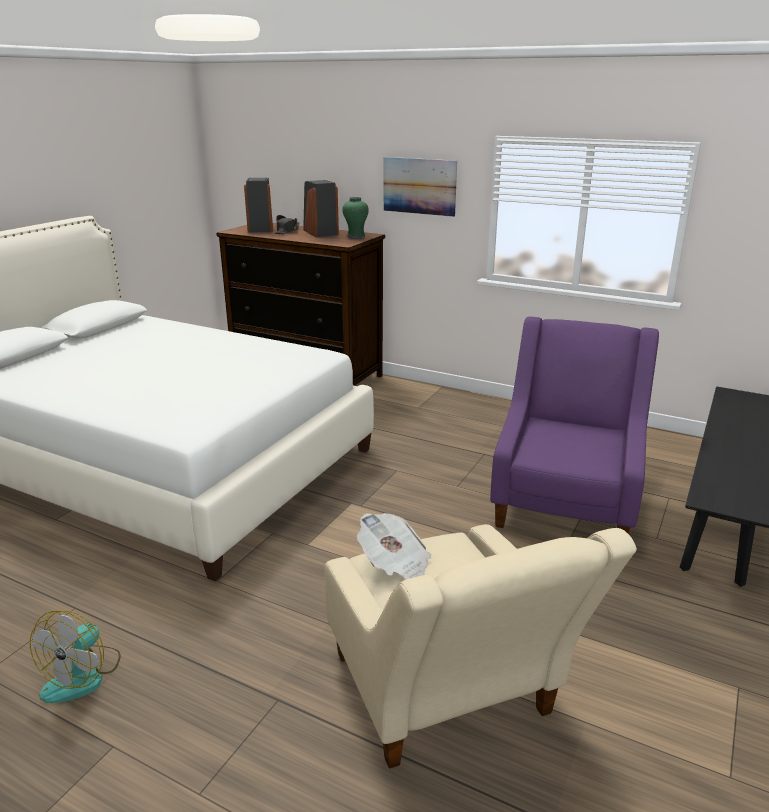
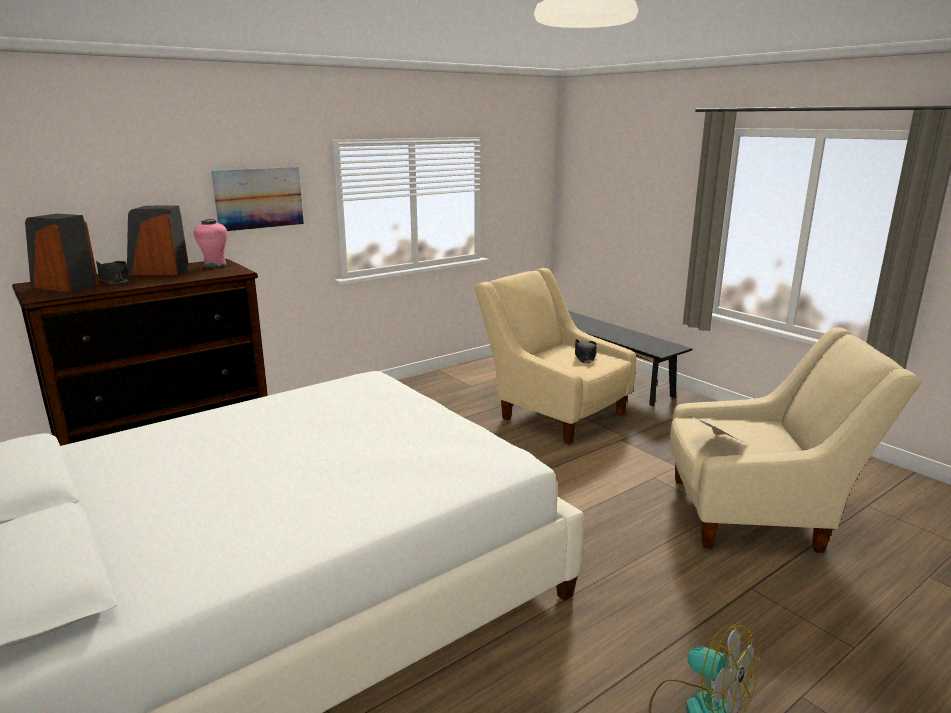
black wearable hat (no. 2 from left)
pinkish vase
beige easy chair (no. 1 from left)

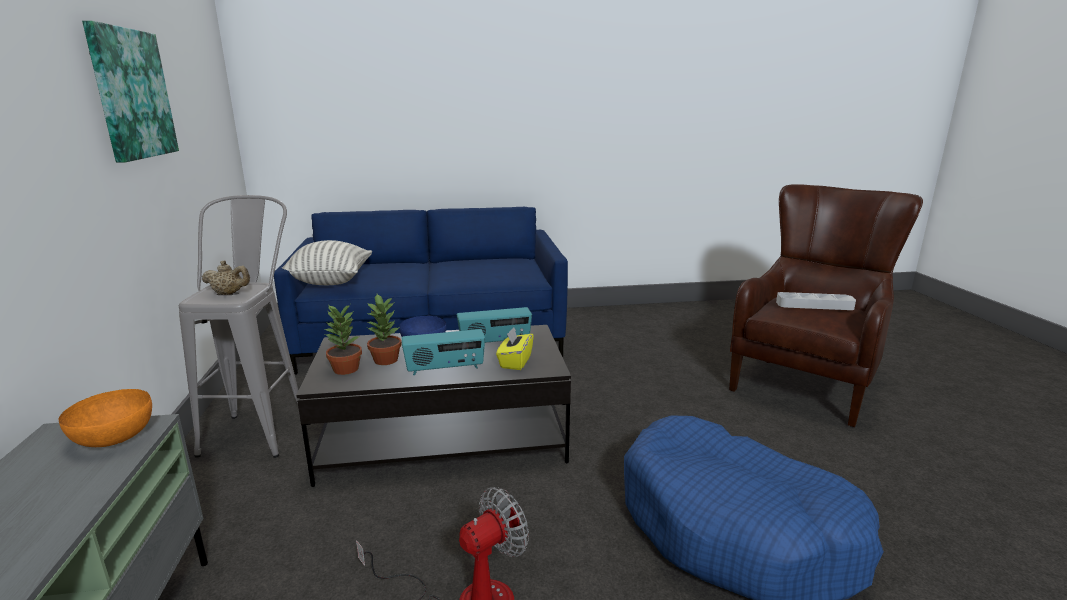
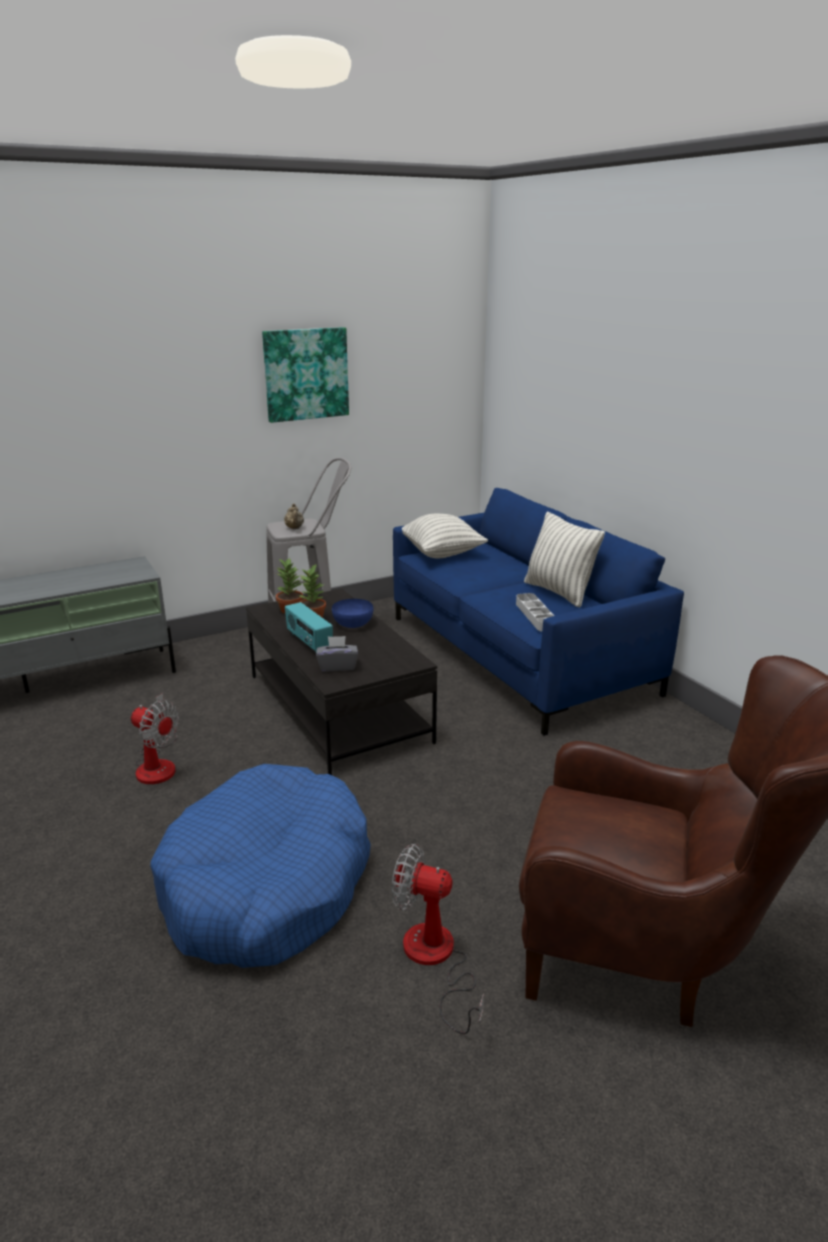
orange bowl
radio receiver (no. 2 from left in the first image)
cooling fan (no. 2 from left)
pillow (no. 2 from left)
greyish tray
greyish tissue holder

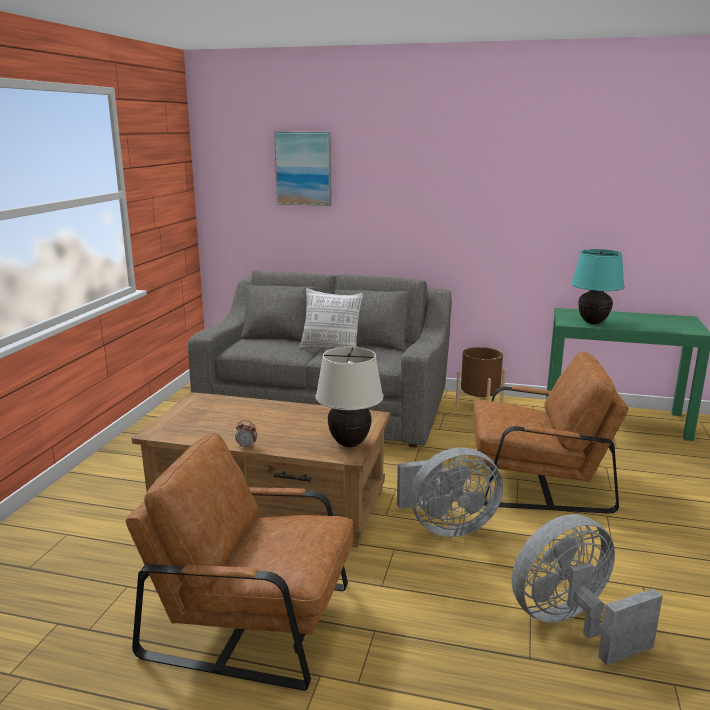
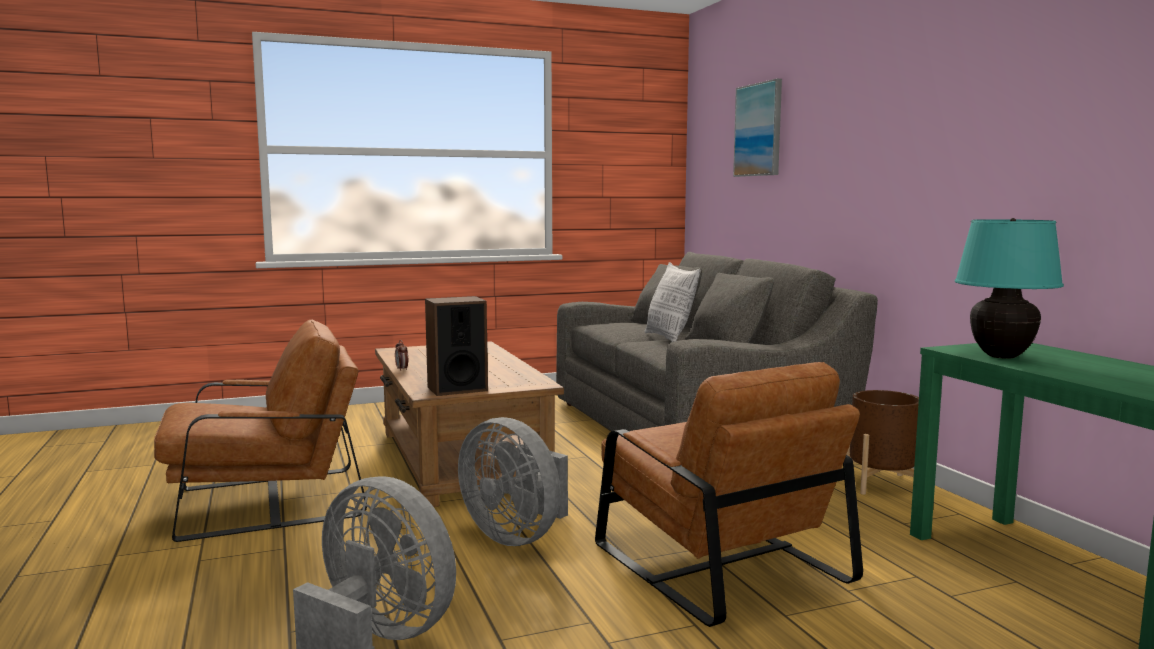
loudspeaker
brown-coloured easy chair (no. 1 from left)

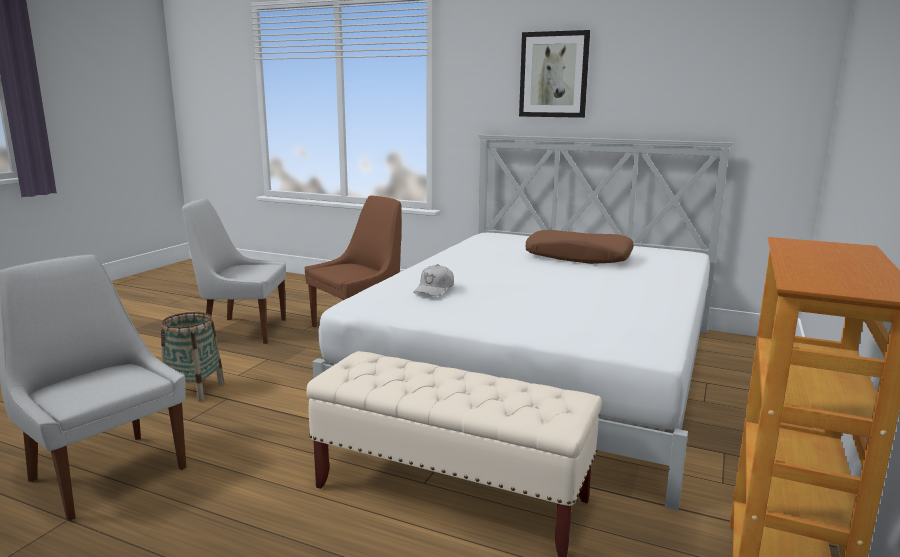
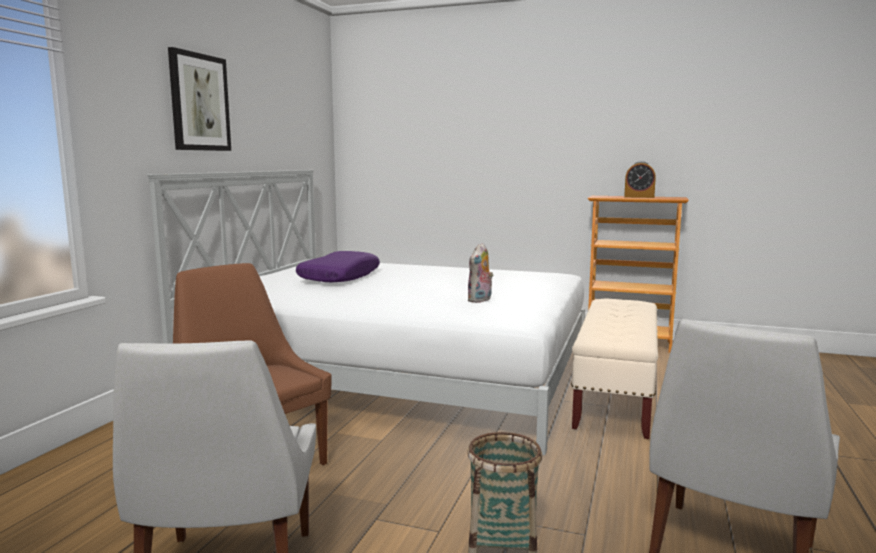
table clock
soft toy
purple-coloured pillow

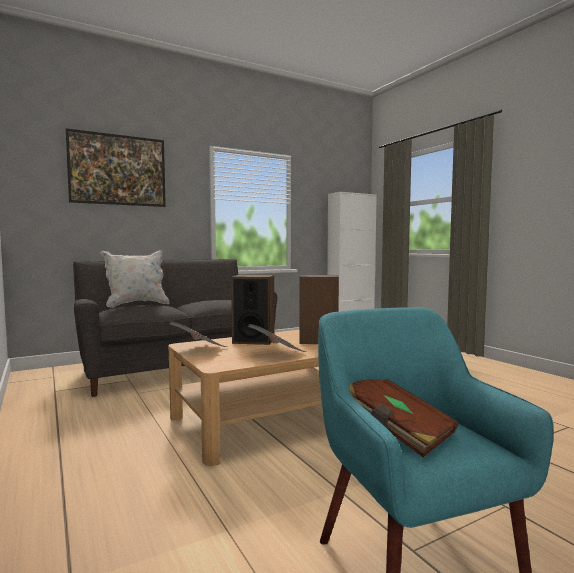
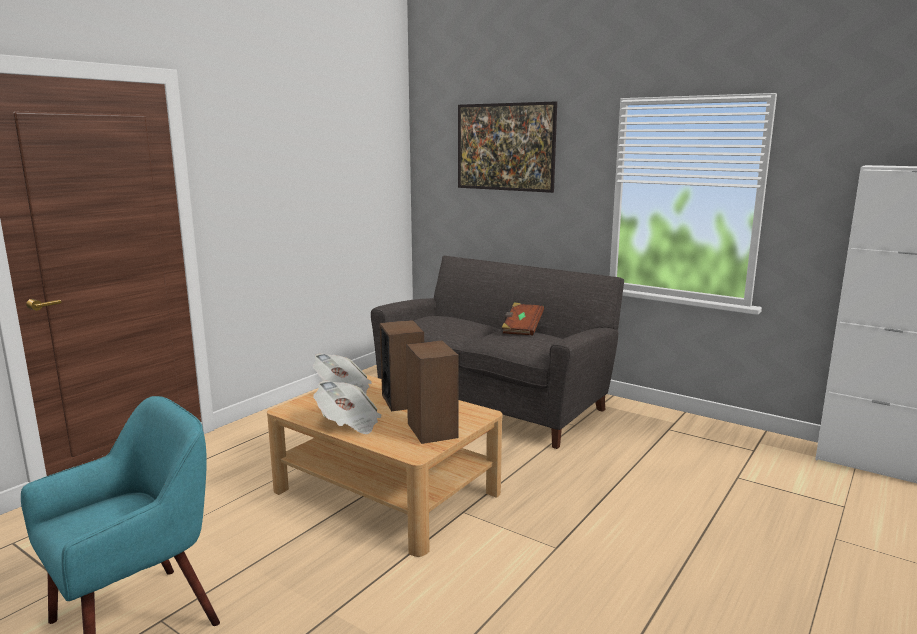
white-coloured pillow
brown-coloured bound book

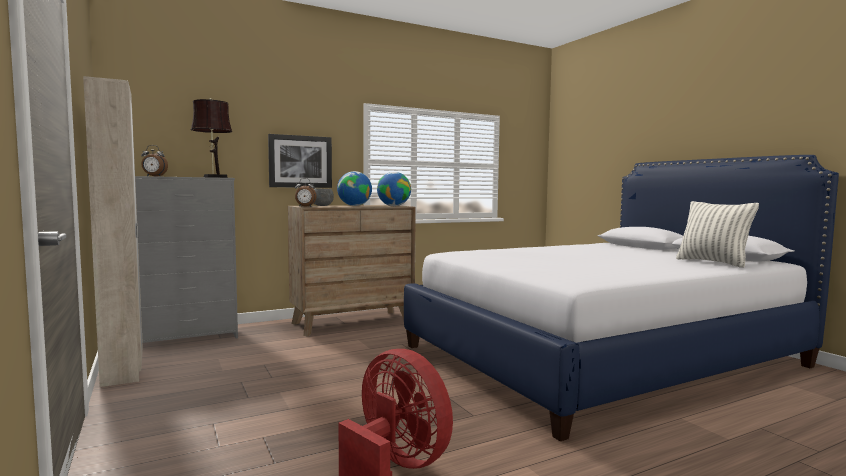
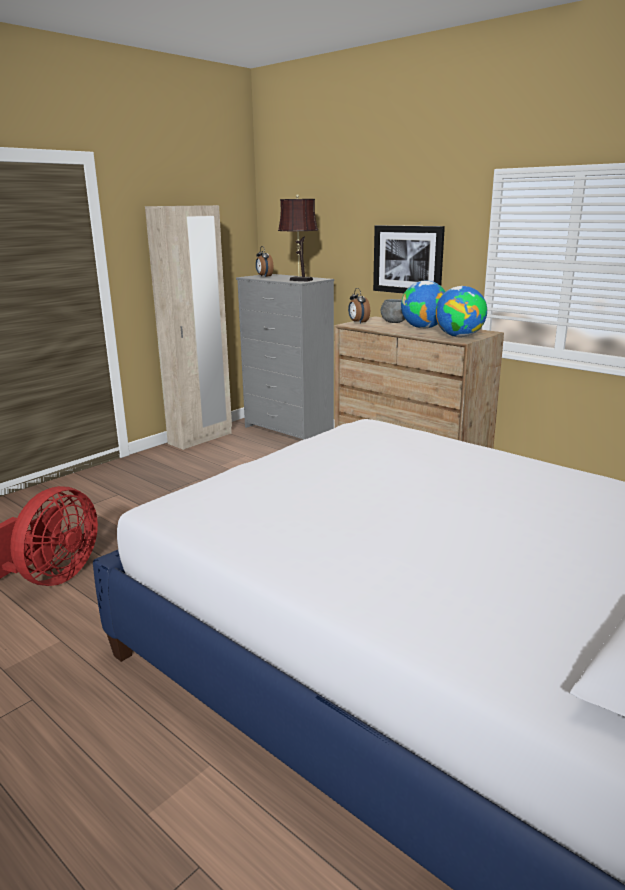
pillow

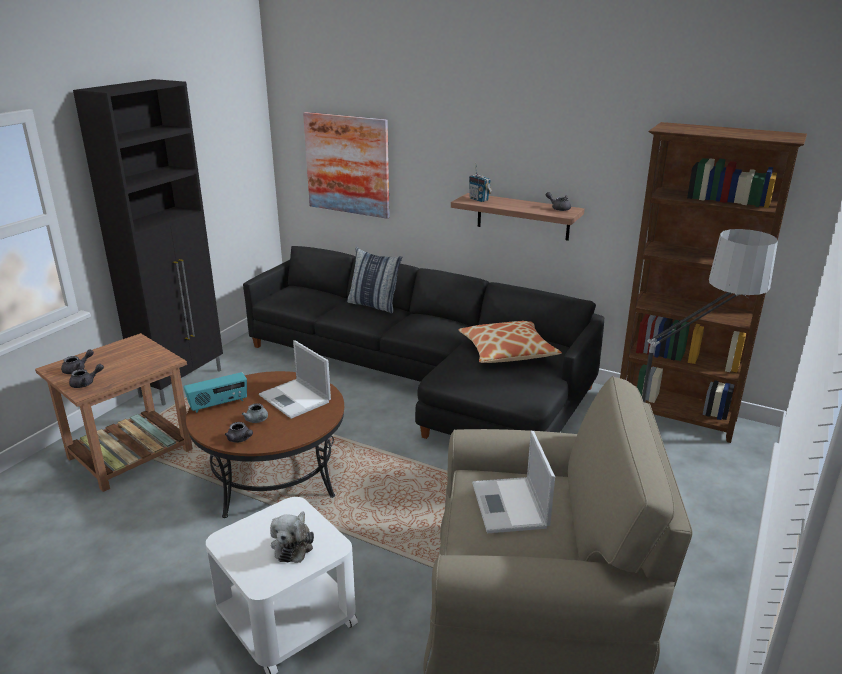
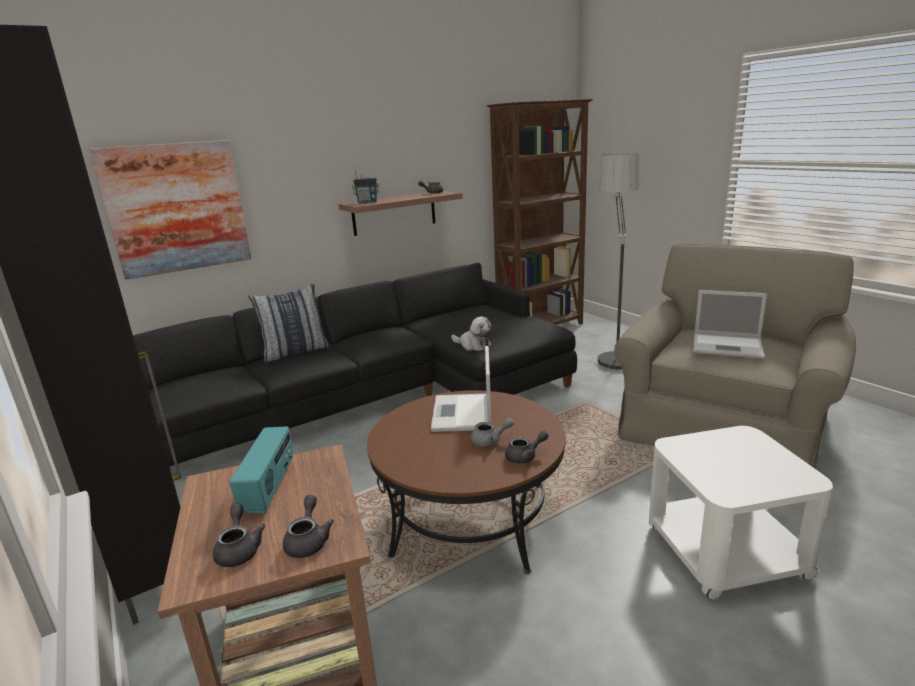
pillow (no. 2 from left in the first image)
radio receiver (no. 1 from left)
soft toy
notebook computer (no. 1 from left)

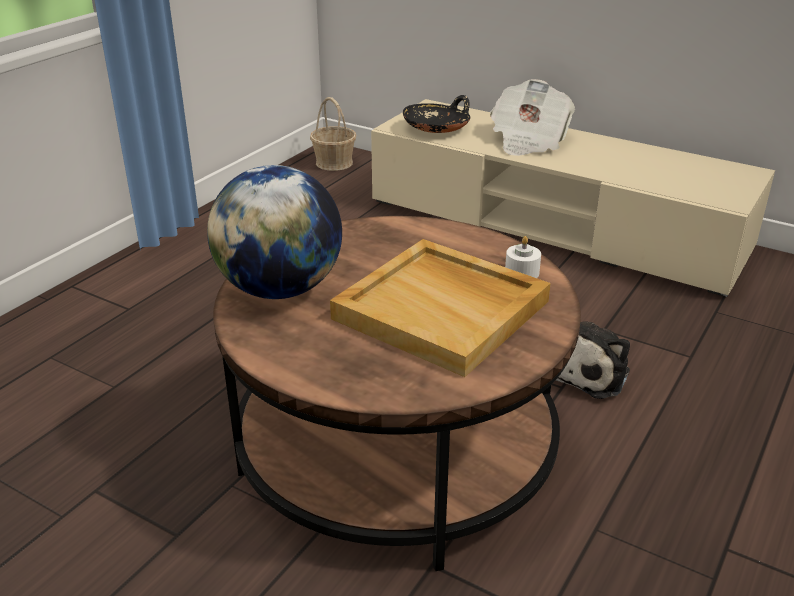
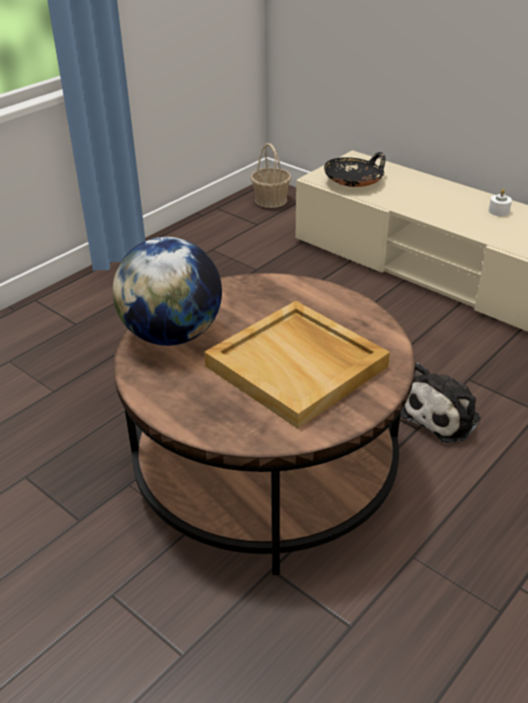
newspaper
white-coloured candle

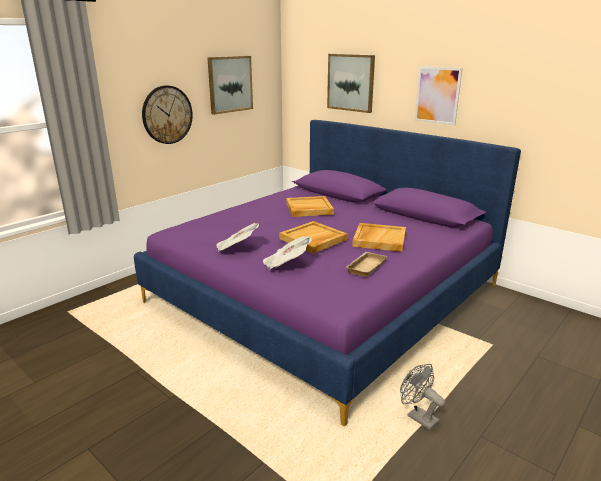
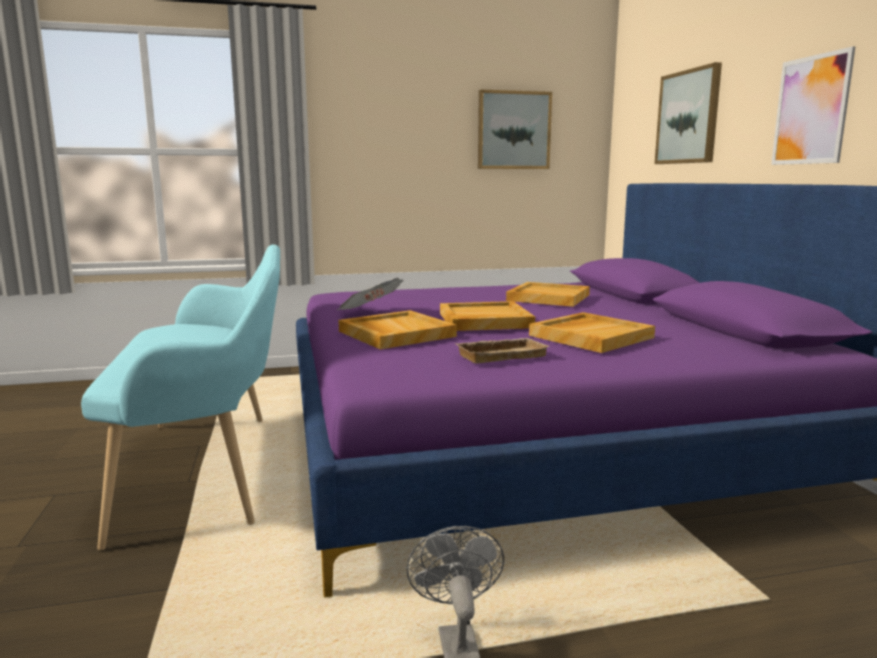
wall clock
turquoise-coloured indoor bench
beige tray (no. 1 from left)

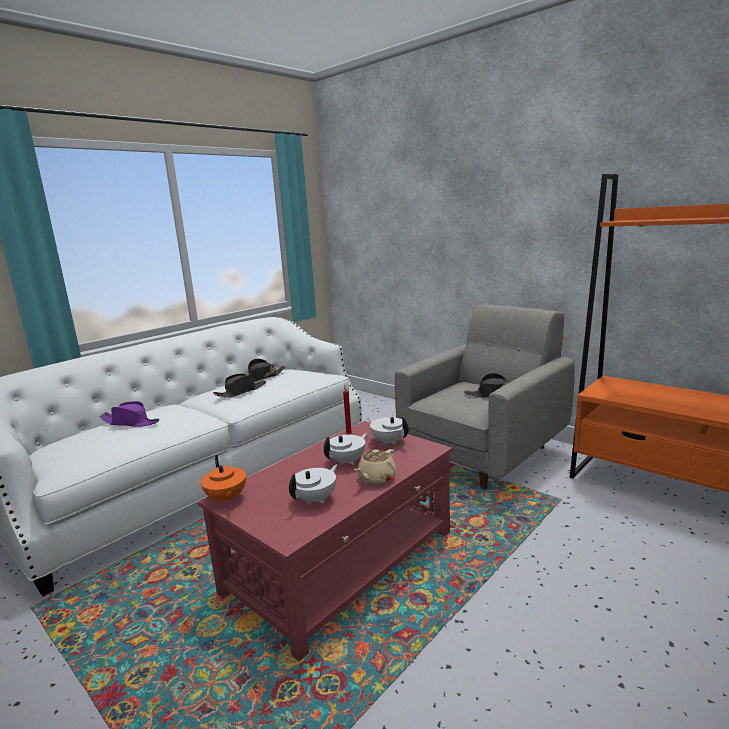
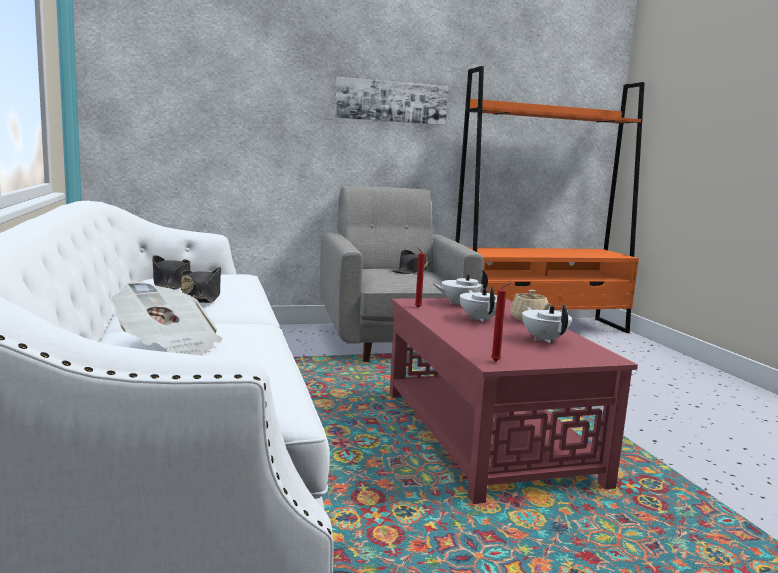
wall art
newspaper
reddish candle (no. 2 from left)

